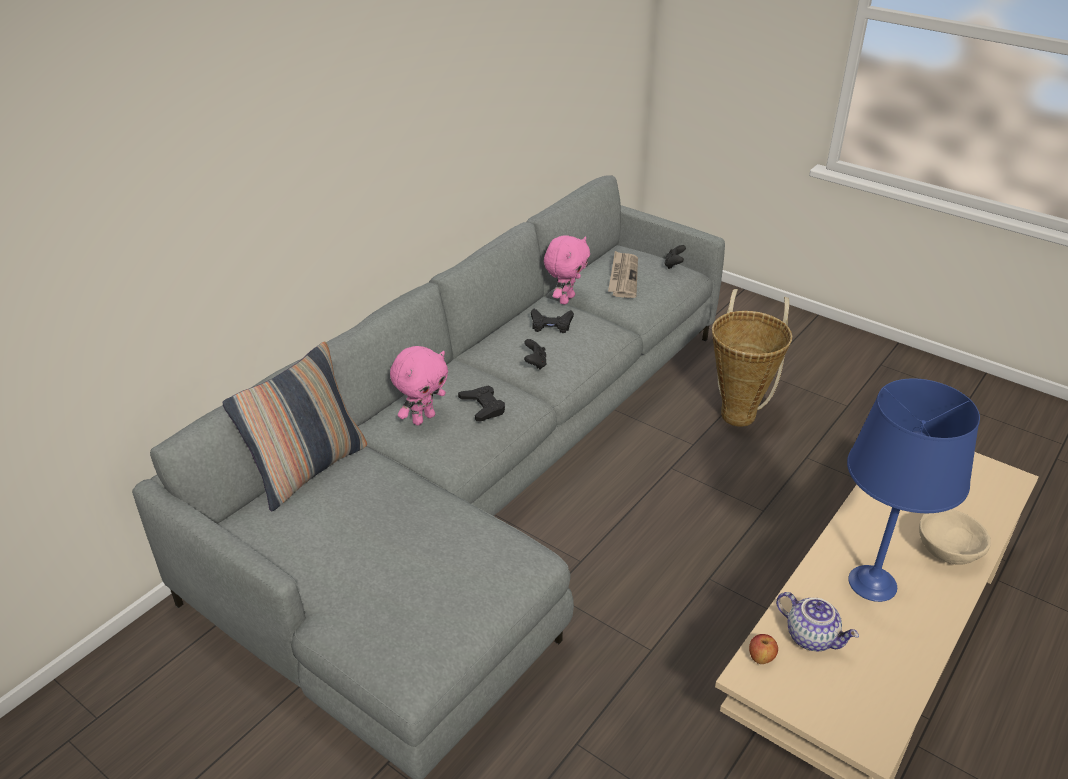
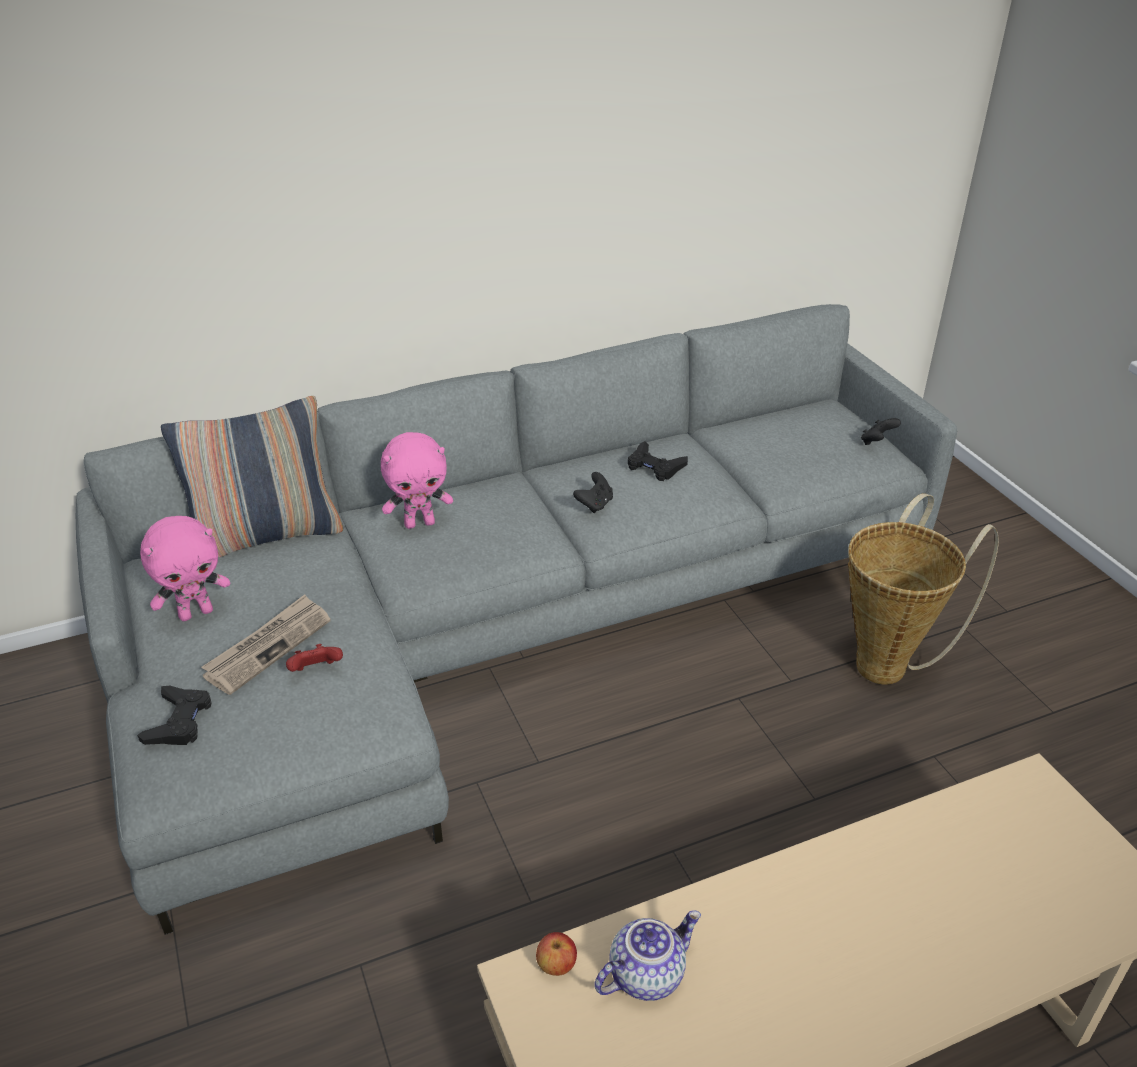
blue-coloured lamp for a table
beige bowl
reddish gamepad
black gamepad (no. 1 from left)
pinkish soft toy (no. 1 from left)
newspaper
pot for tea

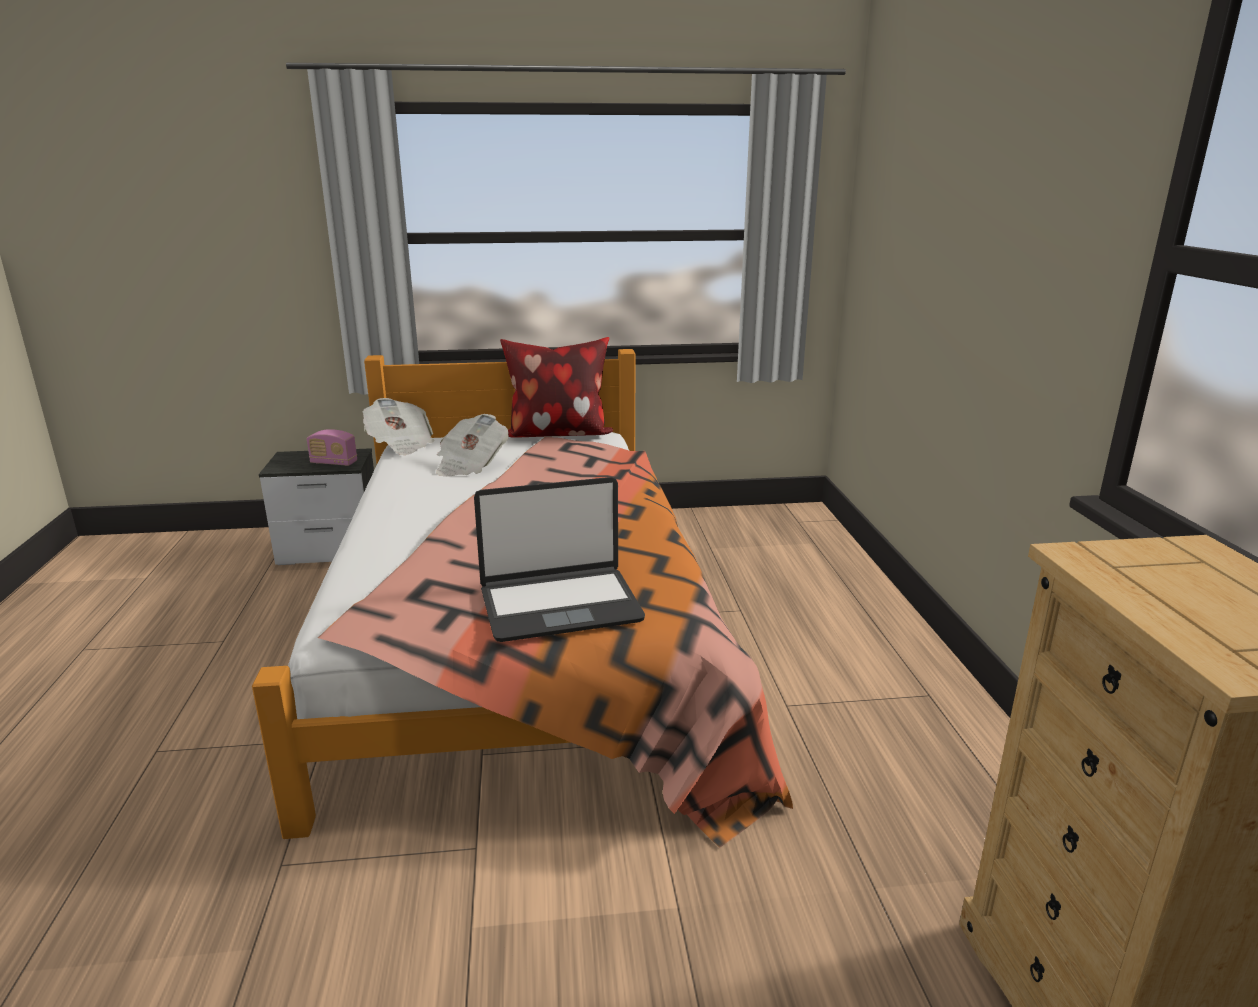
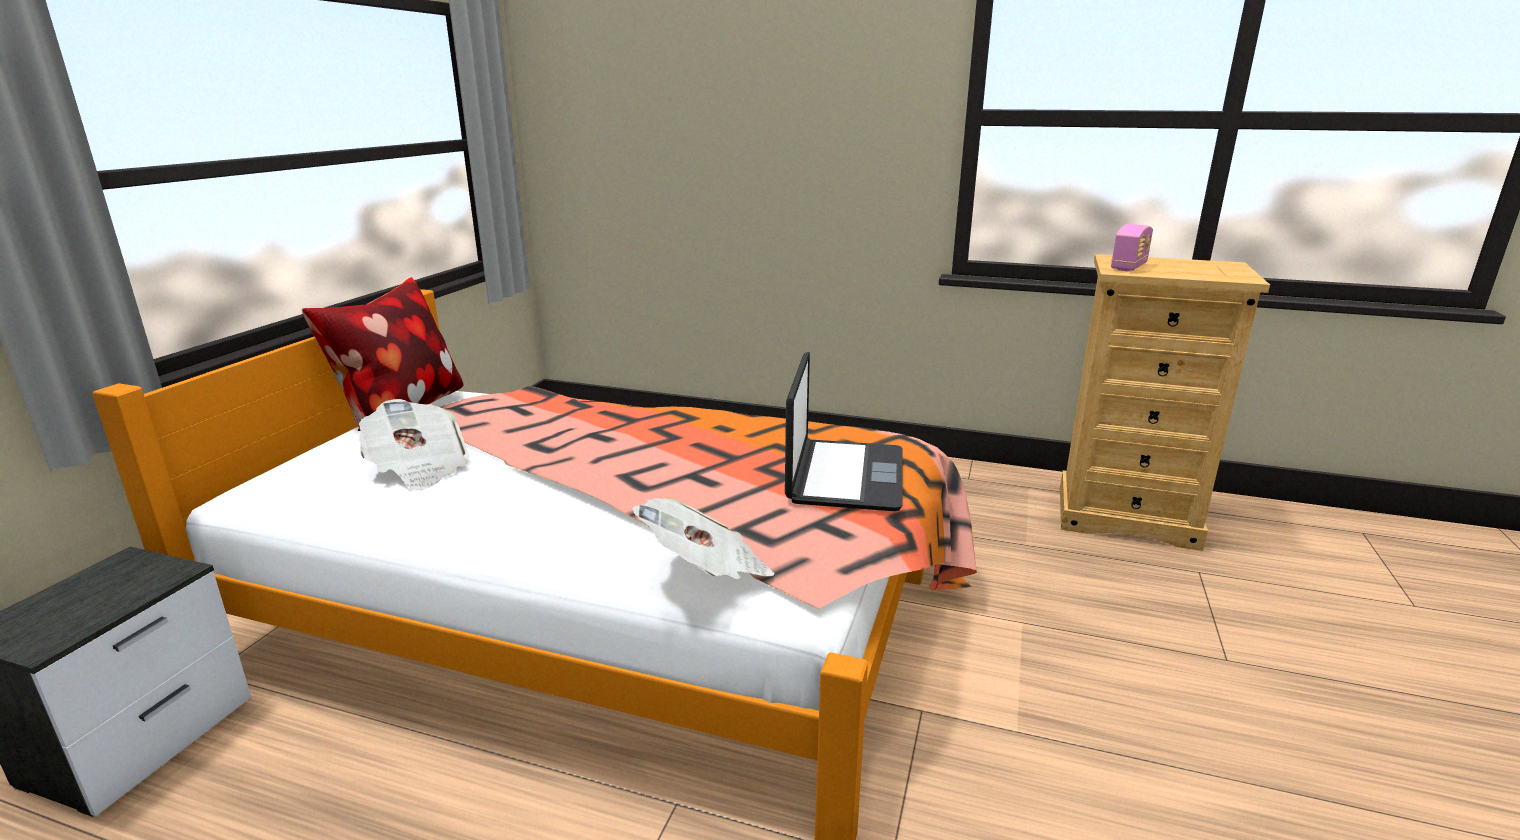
radio receiver
newspaper (no. 2 from left)

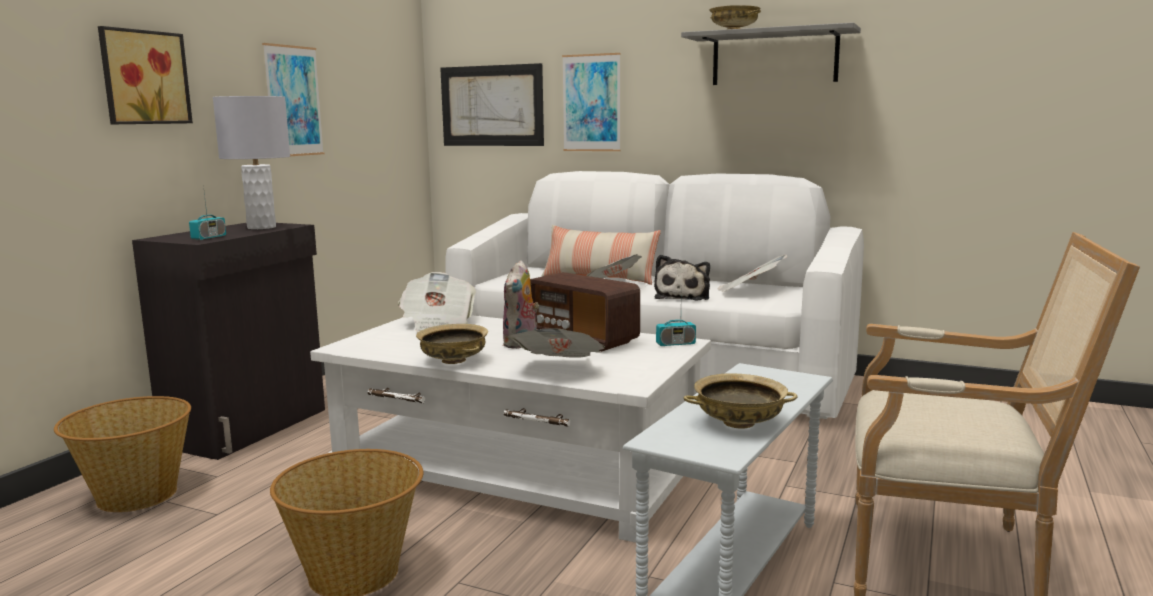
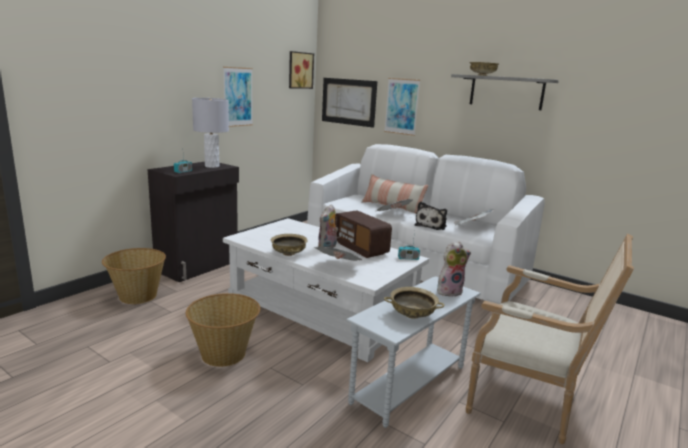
newspaper (no. 1 from left in the first image)
soft toy (no. 3 from left)
wall art (no. 2 from left)

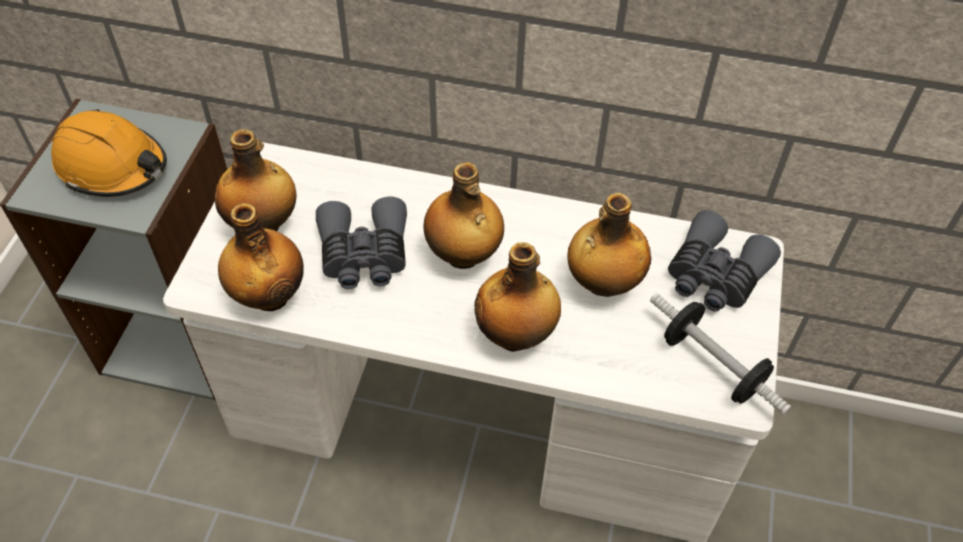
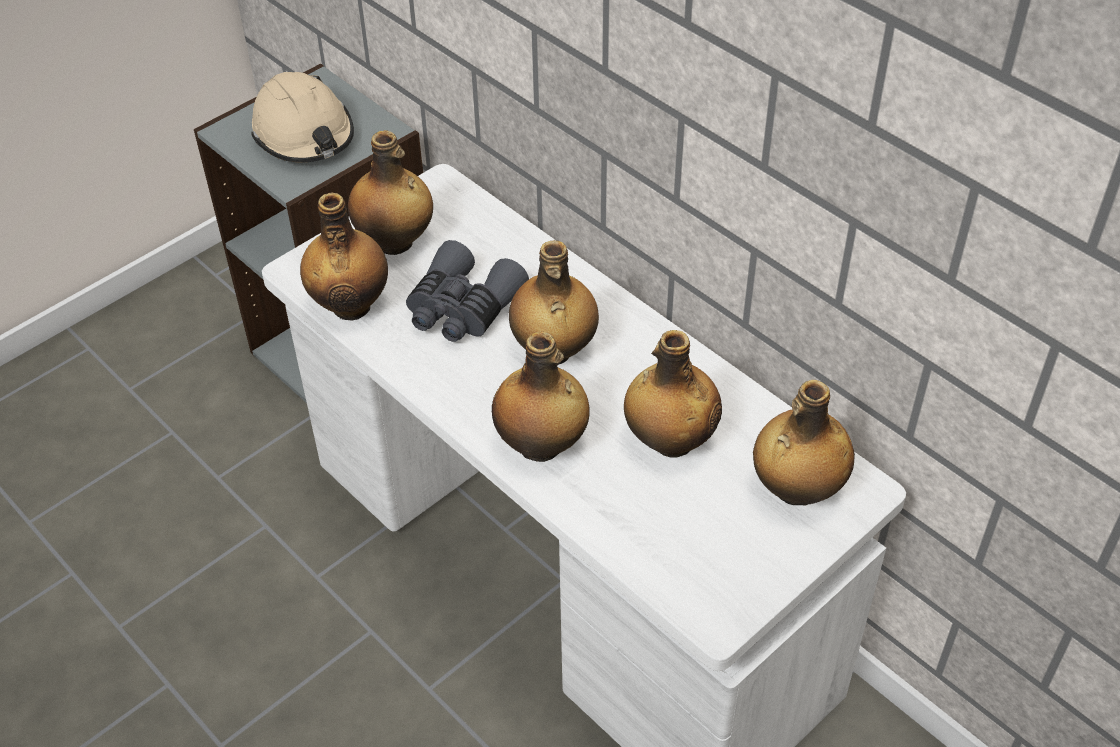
dumbbell
beverage bottle (no. 6 from left)
beige work helmet

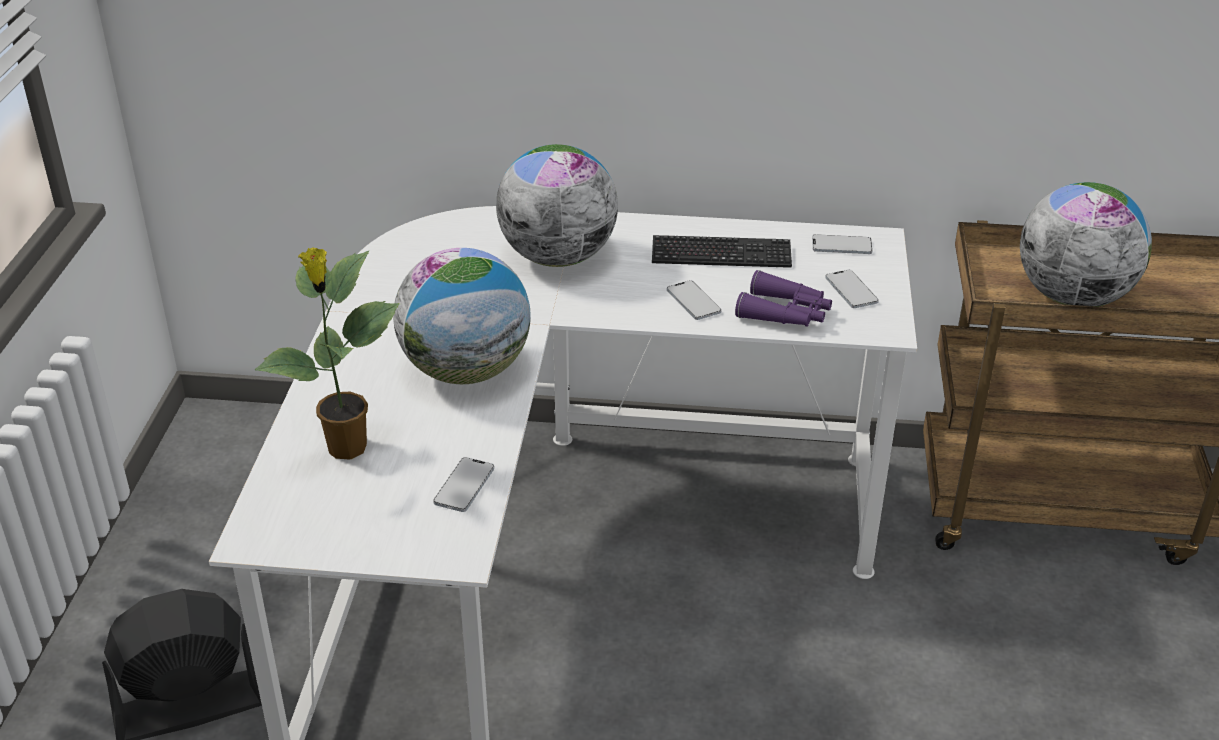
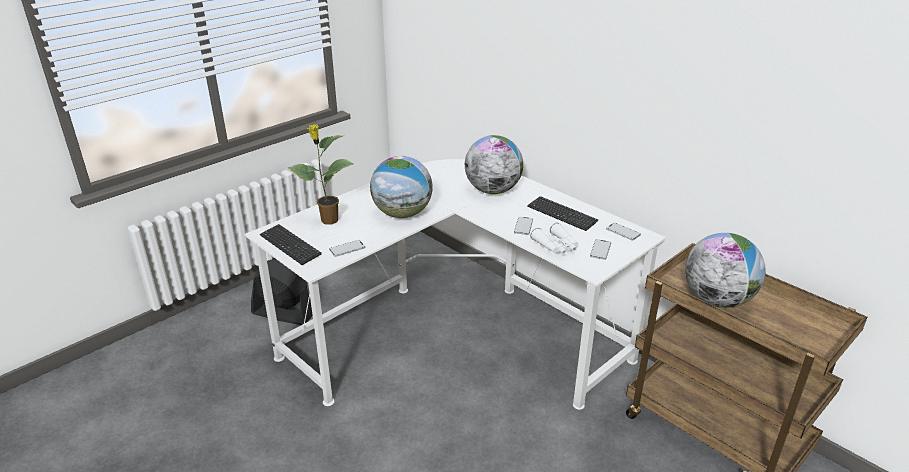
computer keyboard (no. 1 from left)
white-coloured pair of binoculars

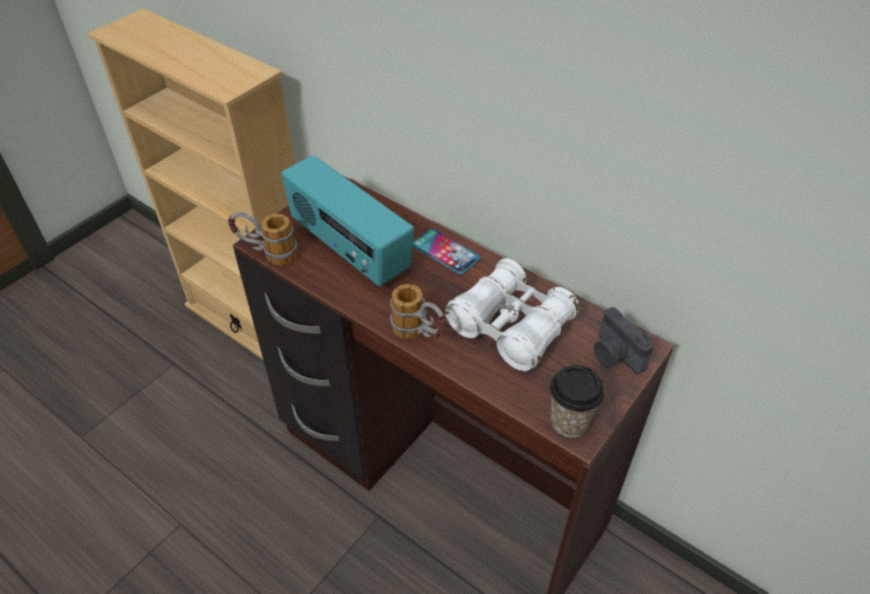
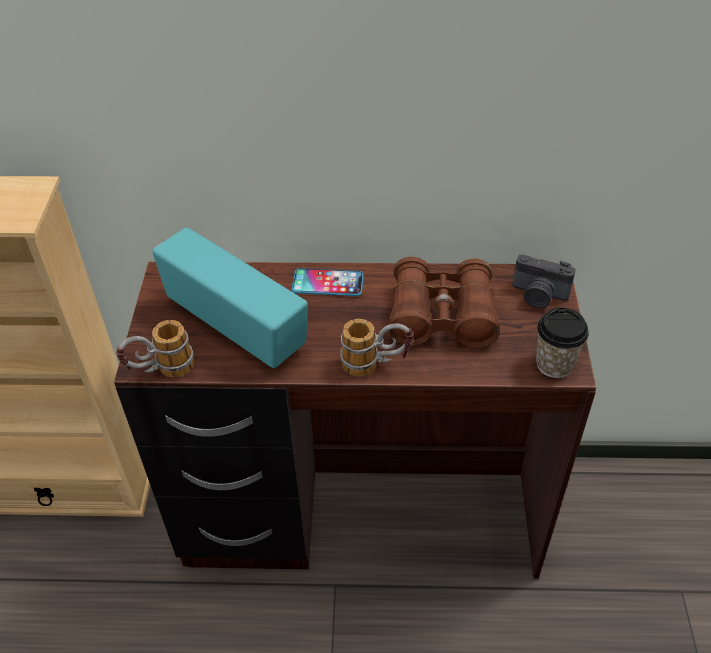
brown-coloured pair of binoculars
radio receiver

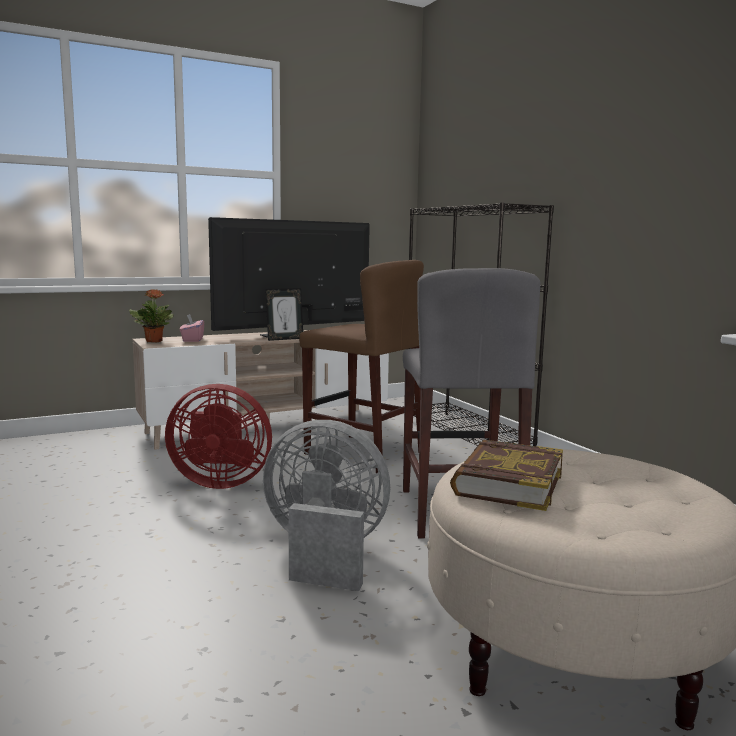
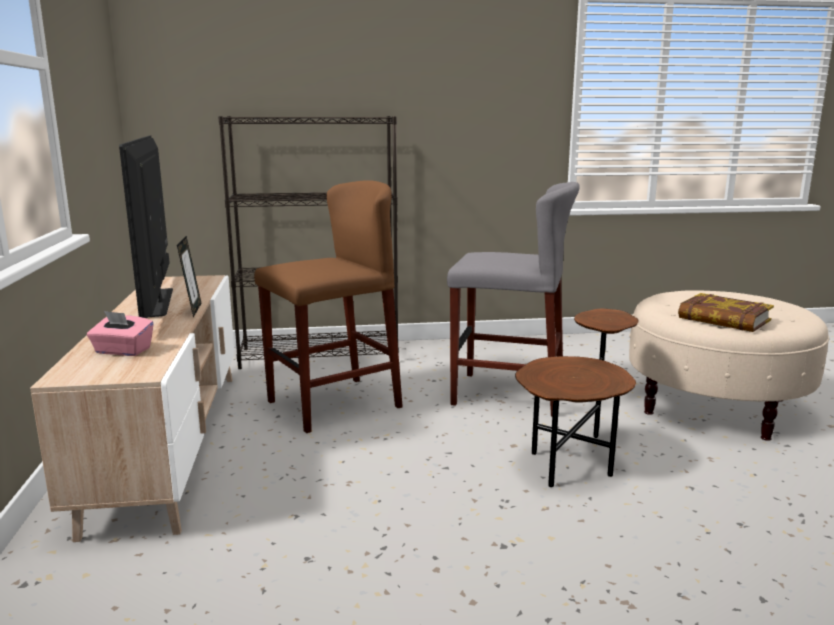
houseplant
reddish cooling fan
brown-coloured end table

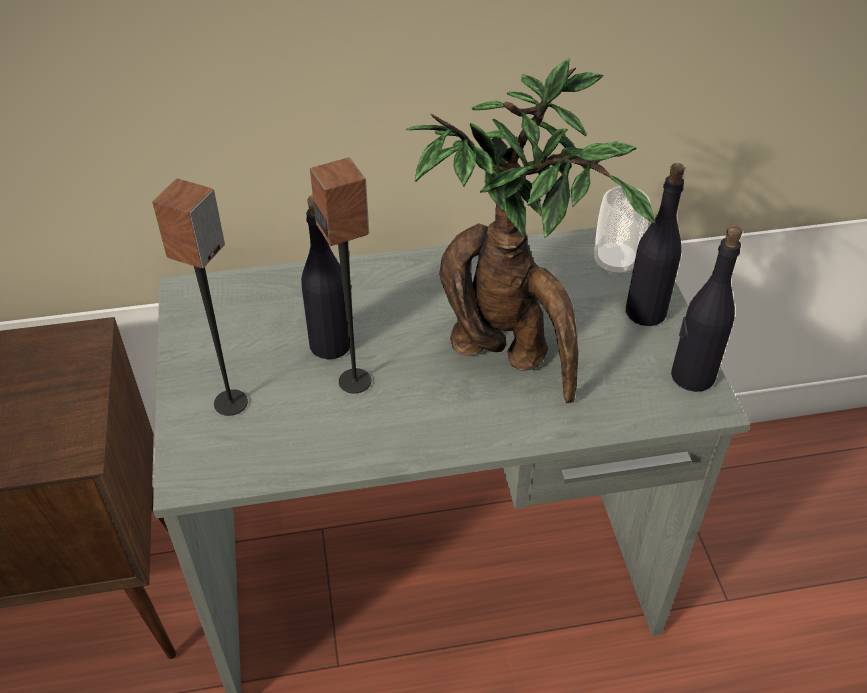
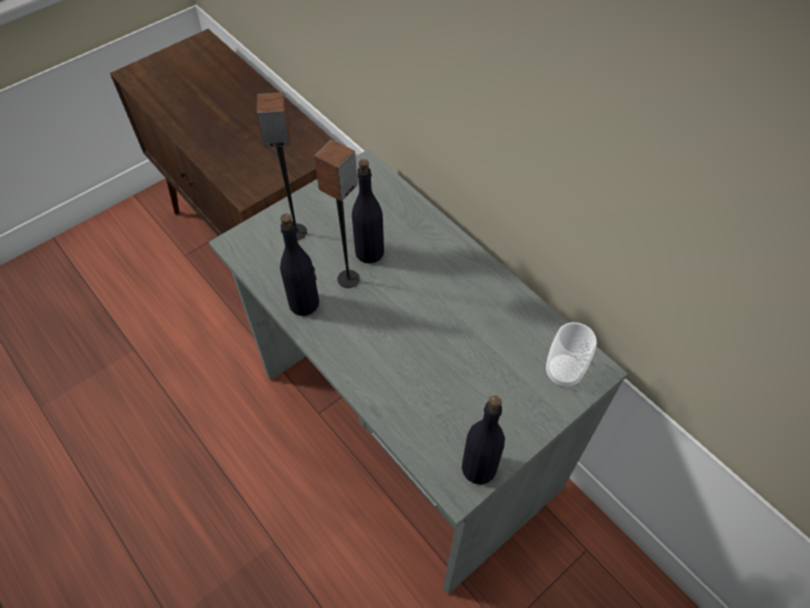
houseplant
black beverage bottle (no. 1 from left)

